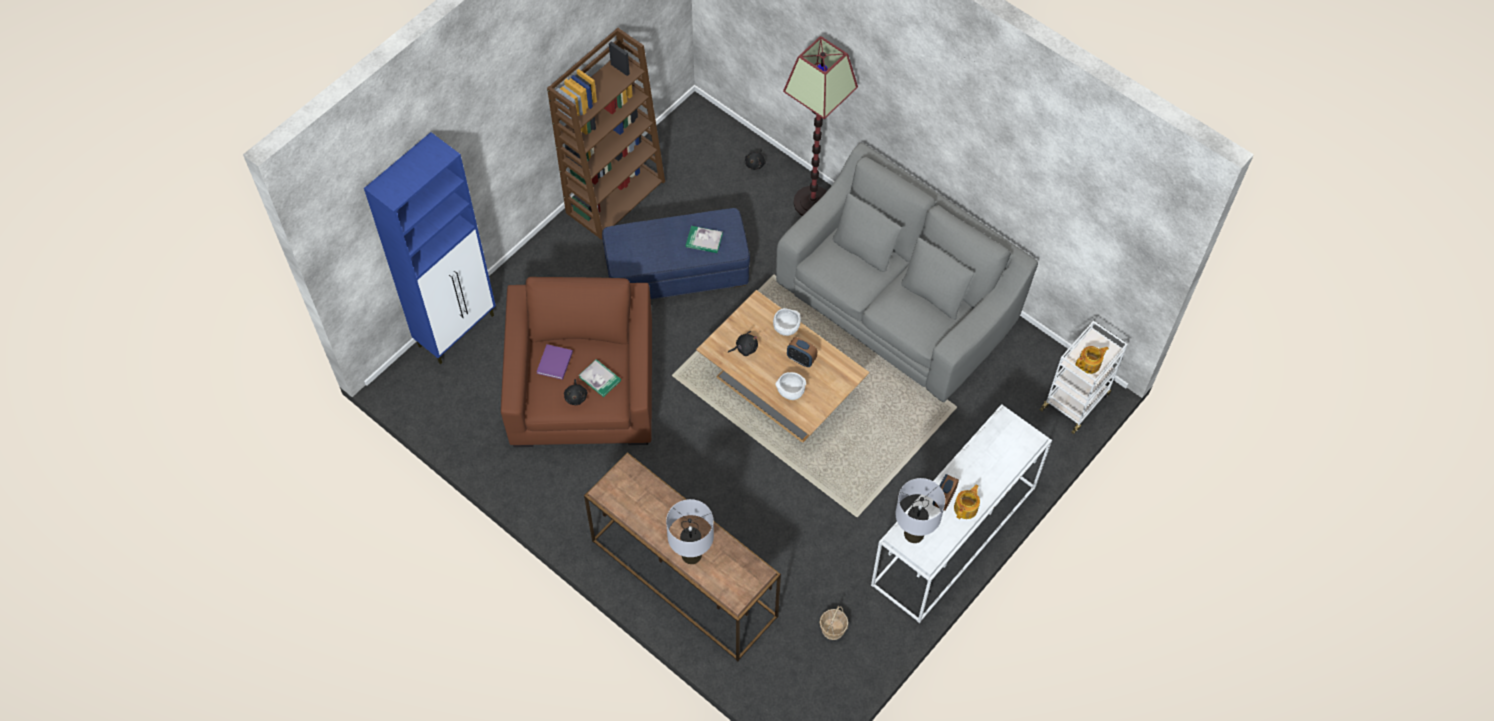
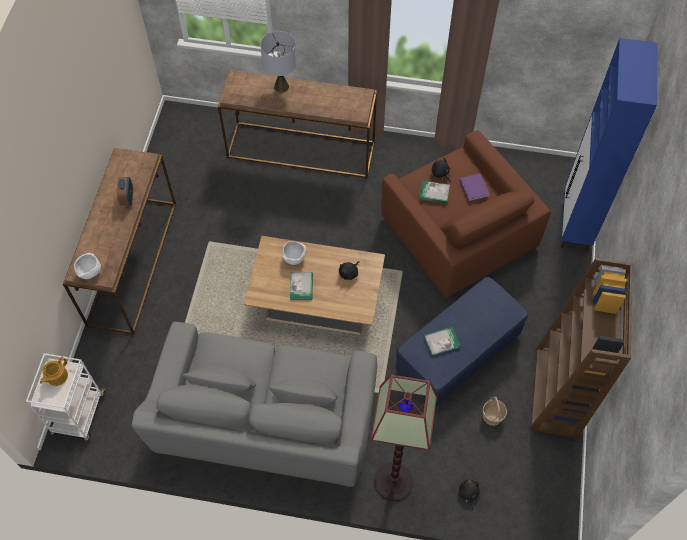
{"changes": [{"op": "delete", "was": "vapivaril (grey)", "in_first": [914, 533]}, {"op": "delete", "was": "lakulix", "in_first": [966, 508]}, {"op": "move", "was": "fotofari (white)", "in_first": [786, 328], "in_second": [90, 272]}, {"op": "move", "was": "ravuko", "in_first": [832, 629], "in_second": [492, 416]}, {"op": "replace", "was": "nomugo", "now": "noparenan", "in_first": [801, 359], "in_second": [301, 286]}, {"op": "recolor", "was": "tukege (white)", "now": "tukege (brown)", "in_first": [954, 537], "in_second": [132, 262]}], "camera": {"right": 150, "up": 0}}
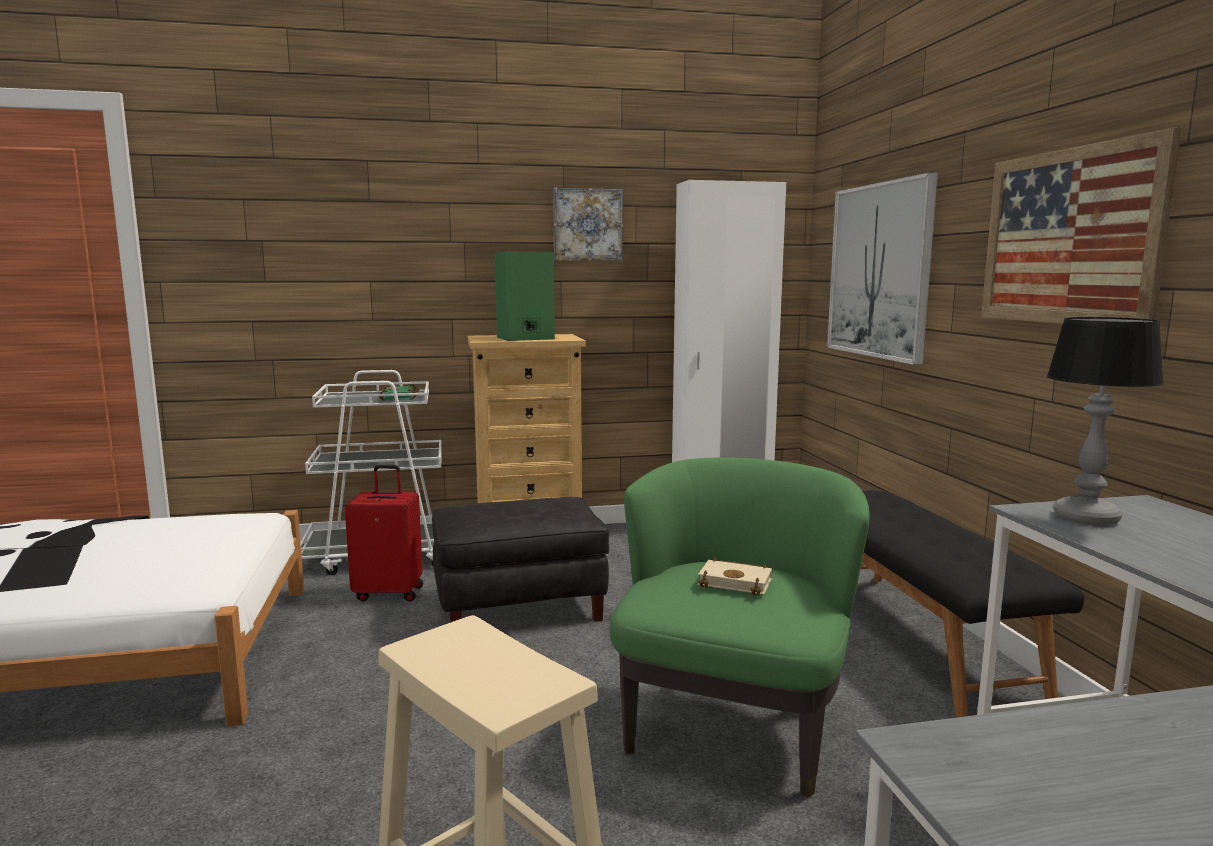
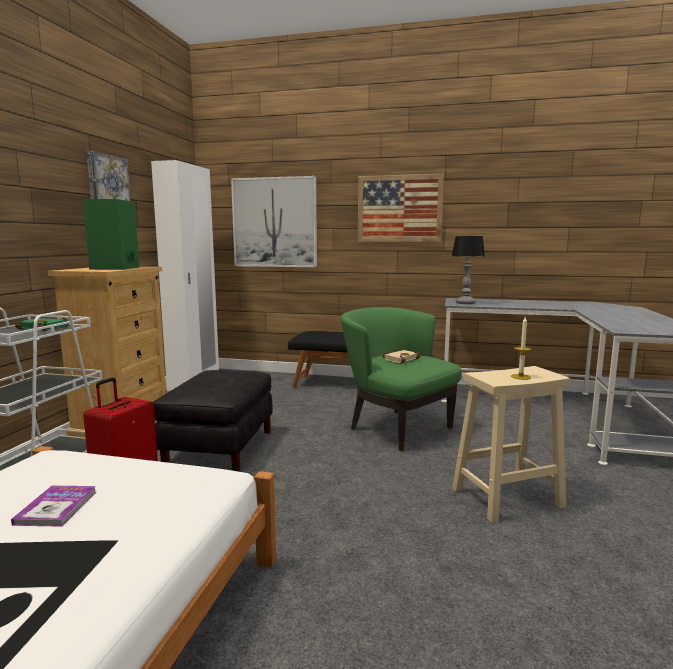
{"changes": [{"op": "insert", "now": "noparenan", "in_second": [56, 507]}, {"op": "insert", "now": "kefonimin", "in_second": [520, 377]}], "camera": {"right": -65, "up": 0}}
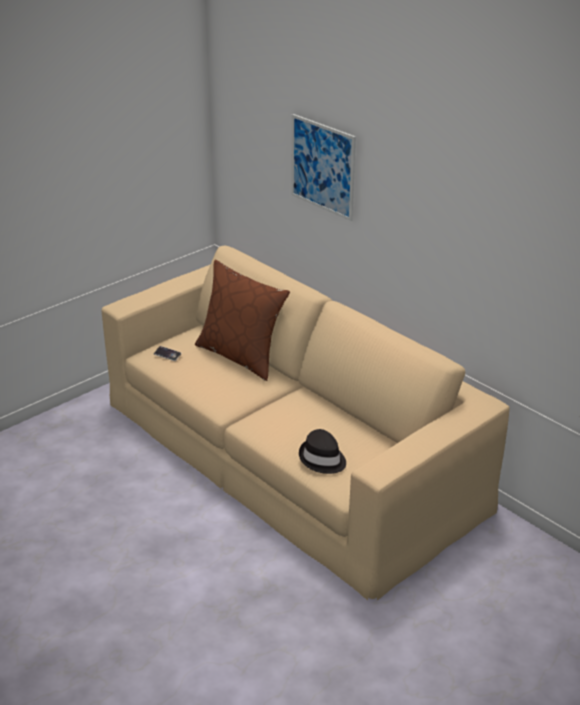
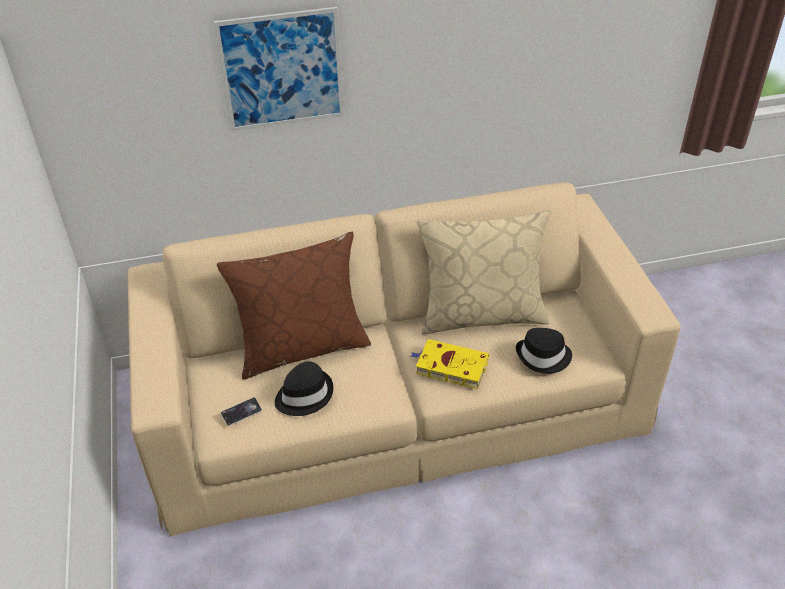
{"changes": [{"op": "insert", "now": "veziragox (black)", "in_second": [304, 395]}, {"op": "insert", "now": "noparenan (yellow)", "in_second": [450, 366]}, {"op": "insert", "now": "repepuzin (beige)", "in_second": [481, 314]}], "camera": {"right": -60, "up": 10}}
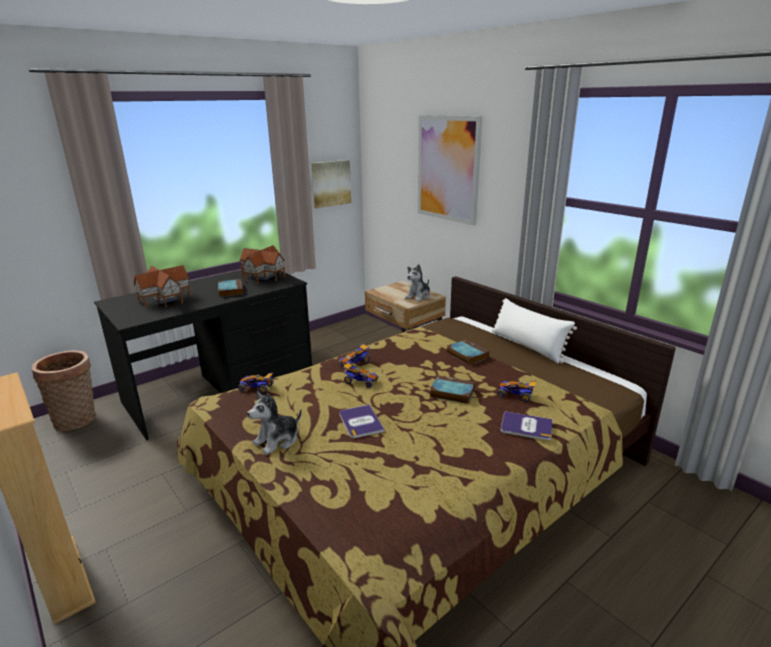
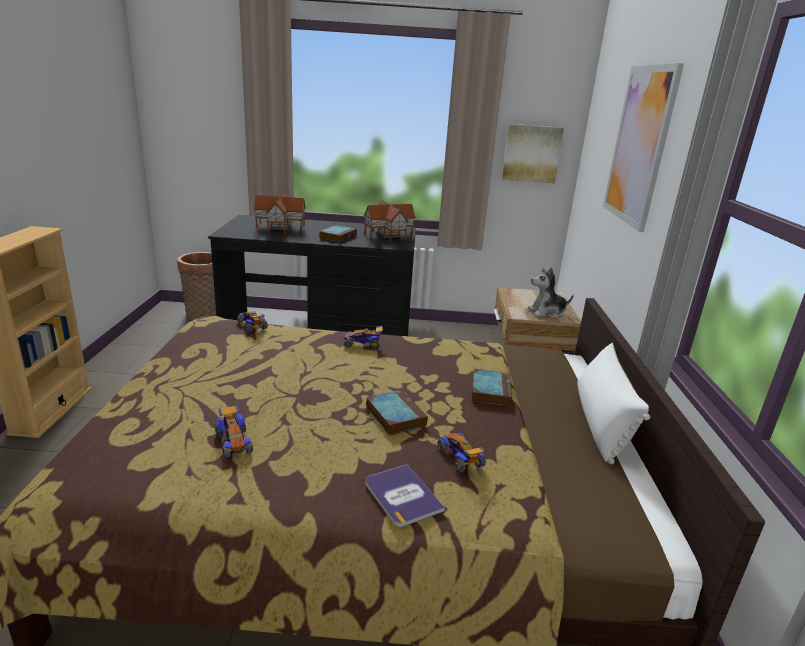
{"changes": [{"op": "delete", "was": "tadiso", "in_first": [277, 440]}, {"op": "delete", "was": "noparenan", "in_first": [360, 422]}, {"op": "move", "was": "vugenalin", "in_first": [360, 381], "in_second": [233, 442]}], "camera": {"right": 40, "up": 0}}
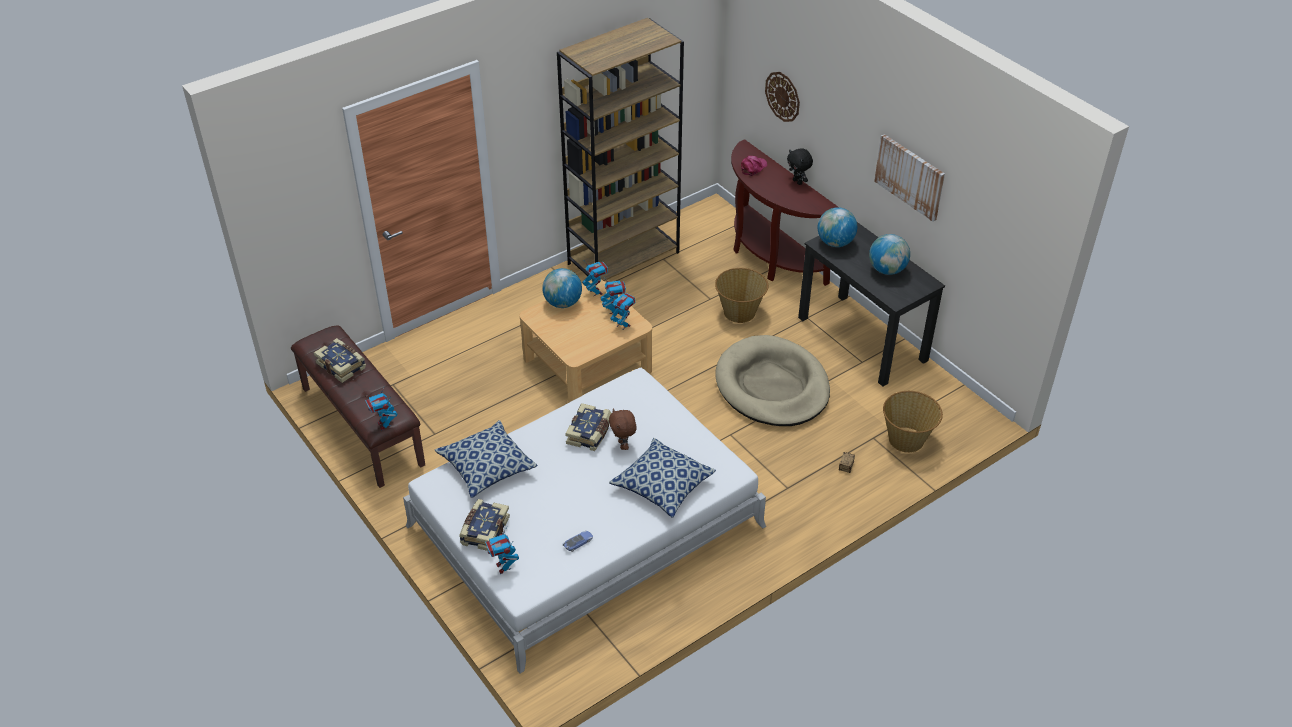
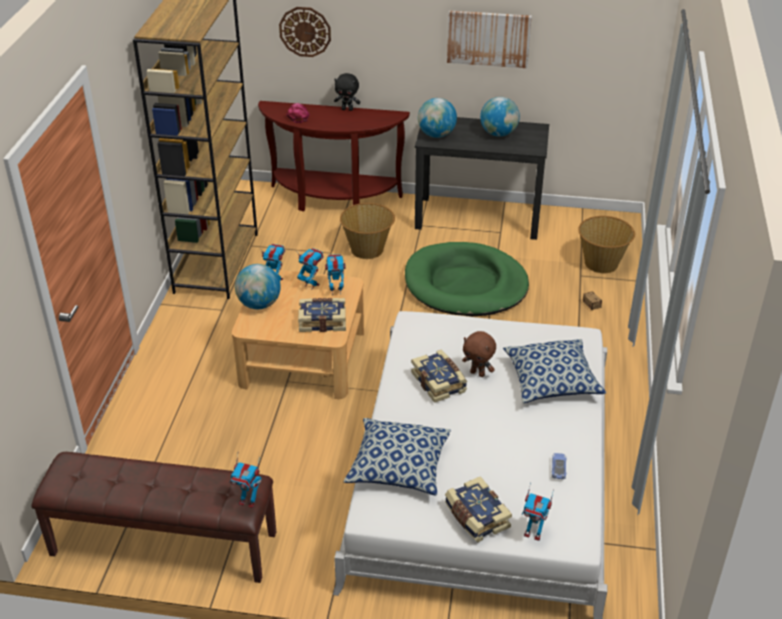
{"changes": [{"op": "move", "was": "noparenan", "in_first": [342, 365], "in_second": [322, 321]}, {"op": "recolor", "was": "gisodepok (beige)", "now": "gisodepok (green)", "in_first": [772, 386], "in_second": [465, 284]}], "camera": {"right": -45, "up": -5}}
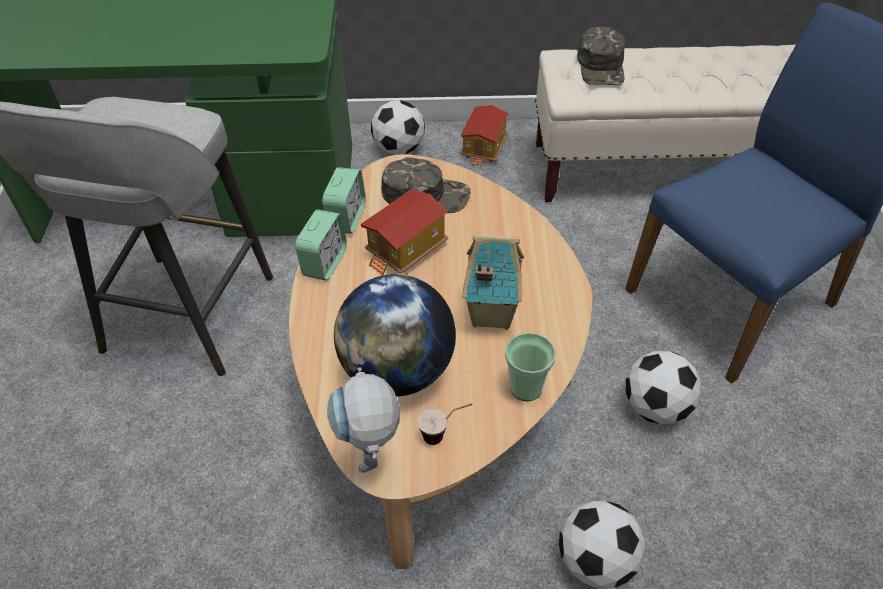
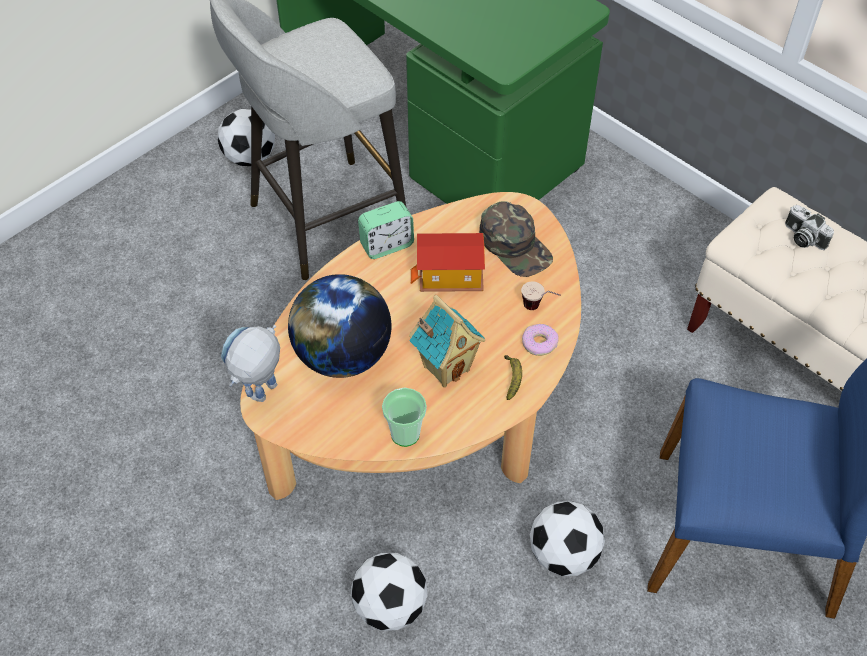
{"changes": [{"op": "delete", "was": "nomugo", "in_first": [347, 218]}, {"op": "delete", "was": "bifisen", "in_first": [484, 148]}, {"op": "insert", "now": "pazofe", "in_second": [512, 379]}, {"op": "insert", "now": "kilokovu", "in_second": [539, 343]}, {"op": "move", "was": "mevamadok", "in_first": [399, 149], "in_second": [250, 157]}, {"op": "move", "was": "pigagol", "in_first": [445, 435], "in_second": [539, 309]}, {"op": "replace", "was": "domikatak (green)", "now": "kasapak", "in_first": [601, 66], "in_second": [802, 237]}], "camera": {"right": 45, "up": 5}}
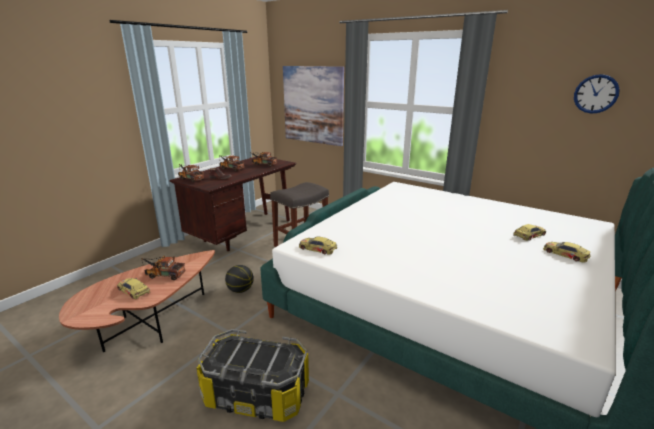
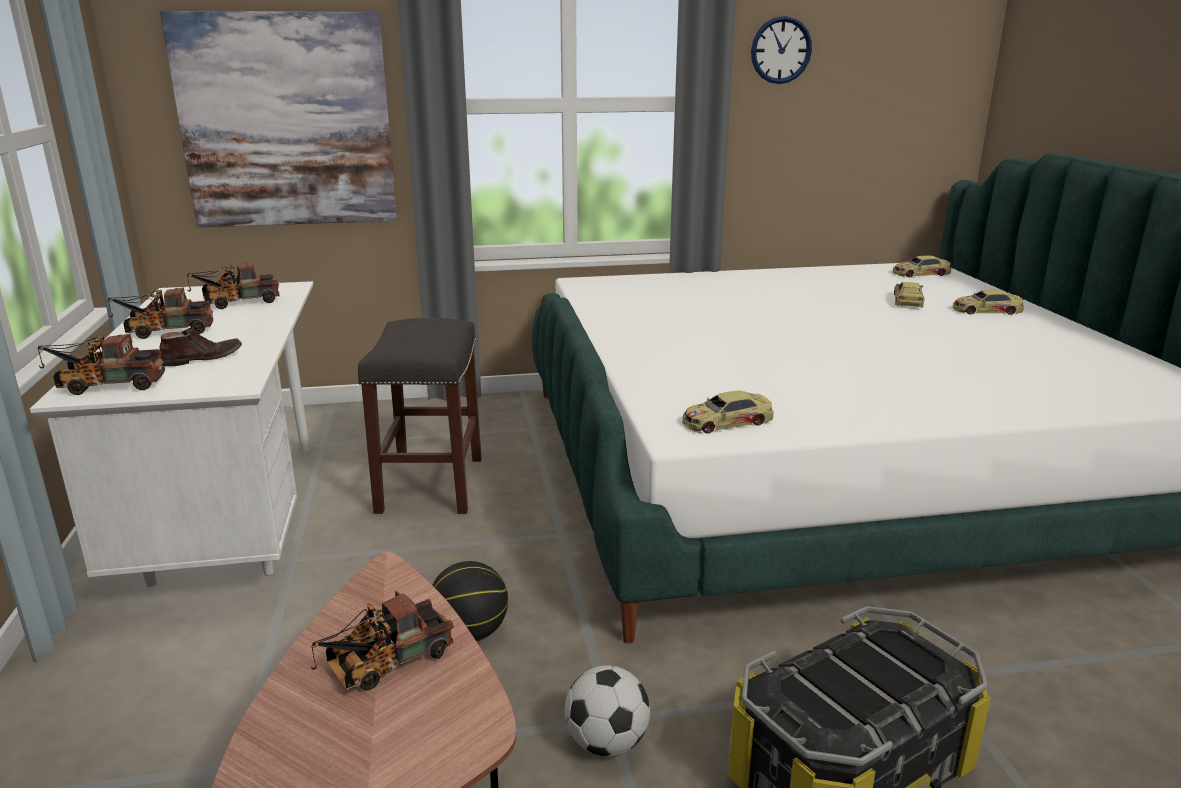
{"changes": [{"op": "insert", "now": "mevamadok", "in_second": [606, 743]}, {"op": "move", "was": "vugenalin", "in_first": [133, 291], "in_second": [920, 274]}, {"op": "move", "was": "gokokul", "in_first": [596, 94], "in_second": [781, 50]}, {"op": "recolor", "was": "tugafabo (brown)", "now": "tugafabo (white)", "in_first": [243, 233], "in_second": [233, 519]}], "camera": {"right": -45, "up": 0}}
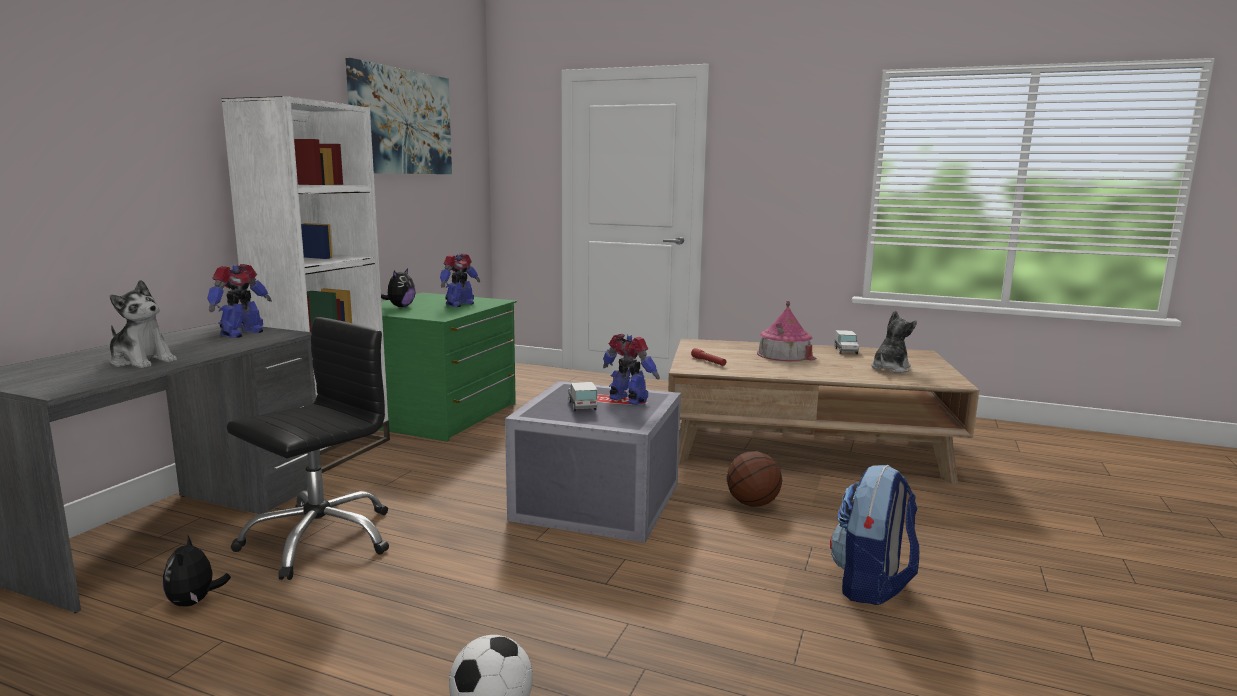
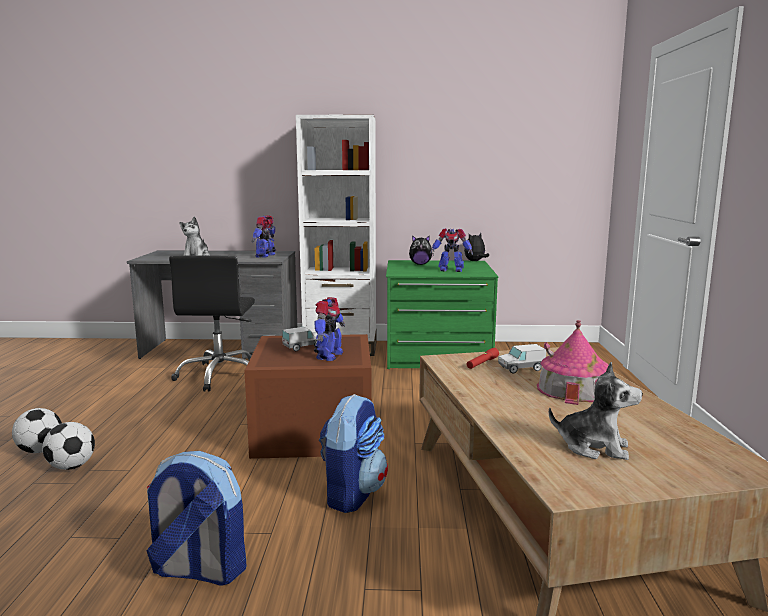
{"changes": [{"op": "delete", "was": "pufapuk", "in_first": [401, 122]}, {"op": "insert", "now": "mevamadok", "in_second": [71, 466]}, {"op": "move", "was": "tadiso", "in_first": [195, 602], "in_second": [475, 261]}, {"op": "move", "was": "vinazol", "in_first": [845, 351], "in_second": [521, 368]}, {"op": "replace", "was": "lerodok", "now": "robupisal", "in_first": [752, 503], "in_second": [352, 494]}, {"op": "recolor", "was": "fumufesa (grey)", "now": "fumufesa (brown)", "in_first": [594, 502], "in_second": [312, 430]}, {"op": "rotate", "was": "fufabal", "in_first": [241, 334], "in_second": [266, 256], "clockwise": 105}, {"op": "rotate", "was": "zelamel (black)", "in_first": [319, 539], "in_second": [220, 376], "clockwise": 75}], "camera": {"right": 70, "up": 0}}
